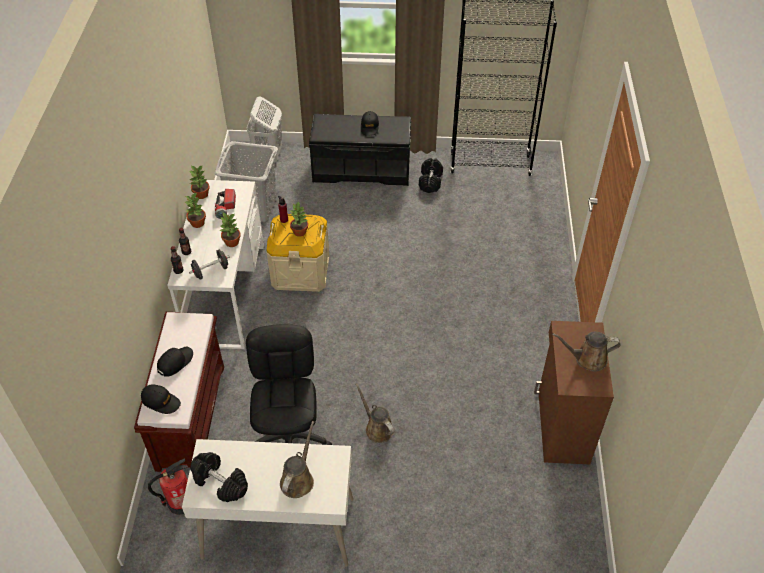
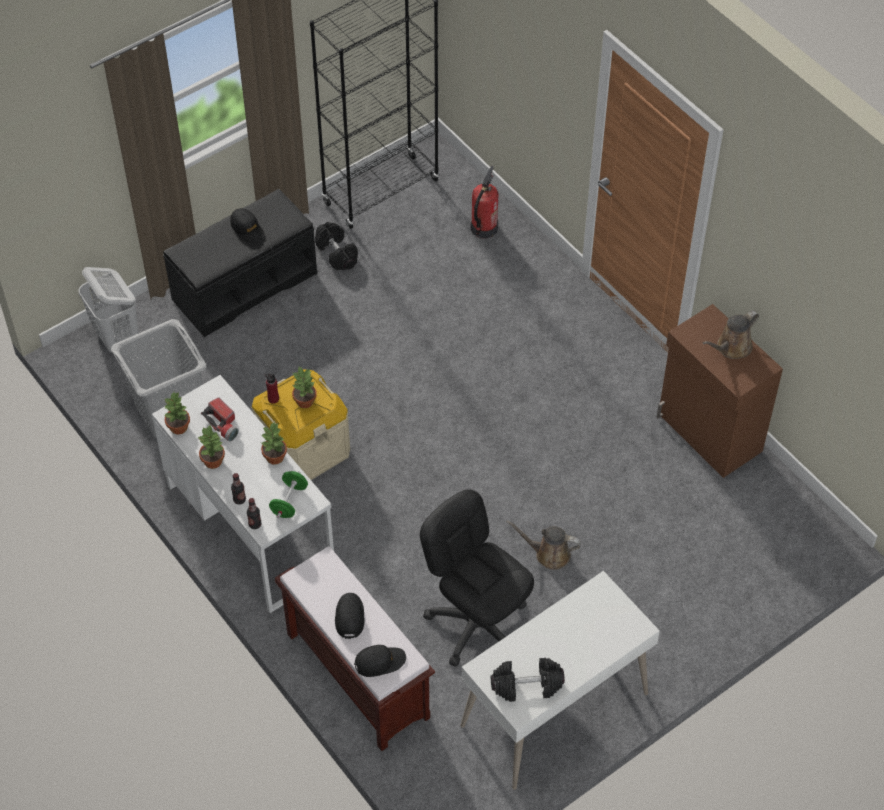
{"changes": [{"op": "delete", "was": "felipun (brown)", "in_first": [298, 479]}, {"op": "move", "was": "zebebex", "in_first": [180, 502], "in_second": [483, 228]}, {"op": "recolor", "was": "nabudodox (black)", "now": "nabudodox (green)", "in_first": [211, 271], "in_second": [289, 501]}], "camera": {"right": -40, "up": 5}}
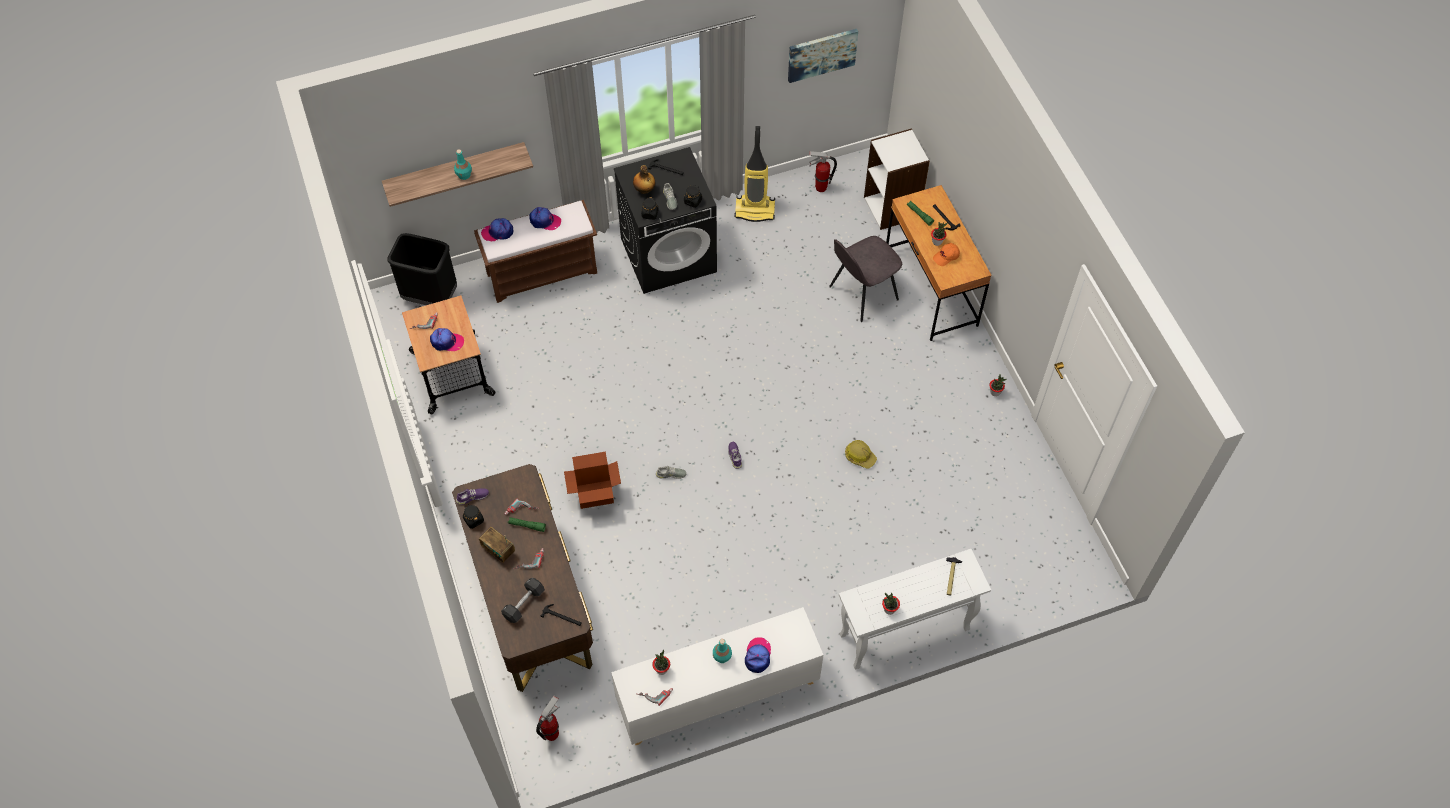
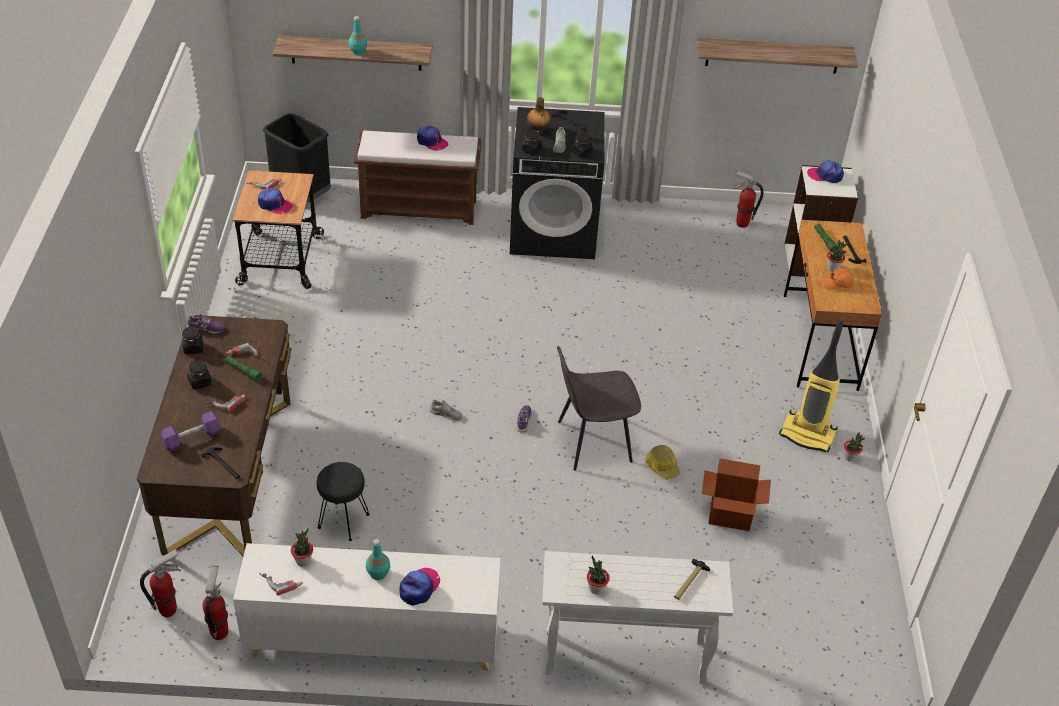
{"changes": [{"op": "insert", "now": "zebebex", "in_second": [220, 632]}, {"op": "insert", "now": "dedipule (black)", "in_second": [344, 521]}, {"op": "move", "was": "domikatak", "in_first": [498, 232], "in_second": [825, 175]}, {"op": "move", "was": "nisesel", "in_first": [595, 494], "in_second": [729, 515]}, {"op": "move", "was": "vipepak", "in_first": [755, 210], "in_second": [808, 434]}, {"op": "move", "was": "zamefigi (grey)", "in_first": [862, 294], "in_second": [592, 442]}, {"op": "replace", "was": "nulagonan", "now": "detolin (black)", "in_first": [498, 550], "in_second": [200, 382]}, {"op": "replace", "was": "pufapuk", "now": "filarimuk", "in_first": [822, 54], "in_second": [772, 55]}, {"op": "recolor", "was": "nabudodox (black)", "now": "nabudodox (purple)", "in_first": [524, 603], "in_second": [192, 438]}], "camera": {"right": 20, "up": -15}}
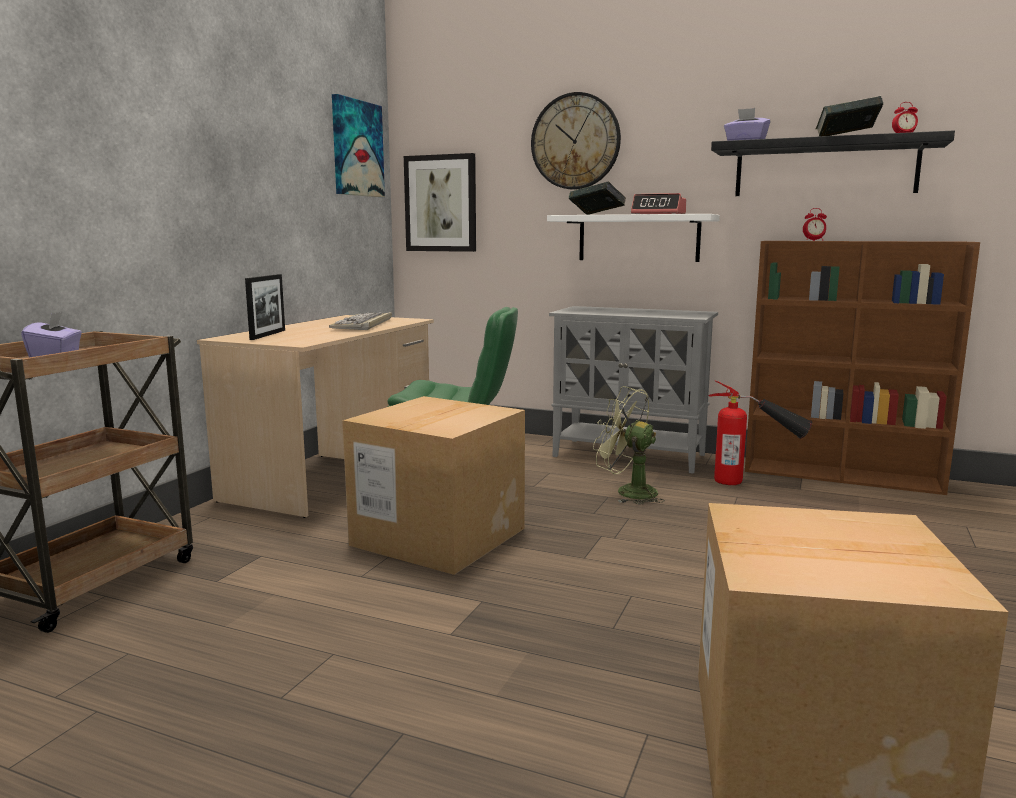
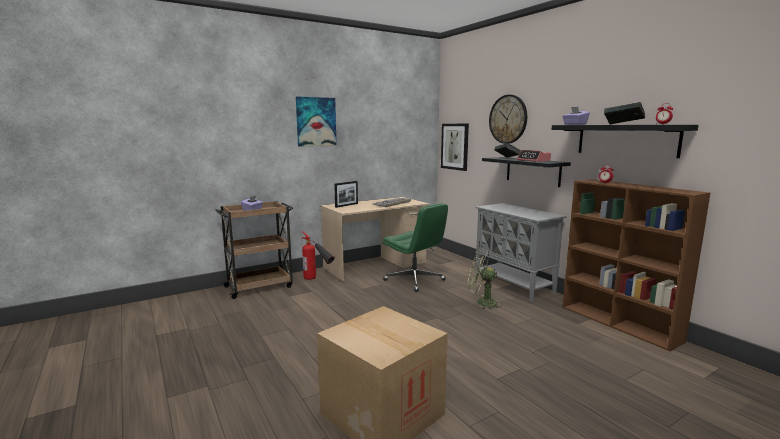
{"changes": [{"op": "delete", "was": "nisesel", "in_first": [438, 536]}, {"op": "move", "was": "pufapuk", "in_first": [356, 148], "in_second": [316, 121]}, {"op": "move", "was": "zebebex", "in_first": [754, 481], "in_second": [317, 280]}, {"op": "recolor", "was": "filarimuk (white)", "now": "filarimuk (black)", "in_first": [638, 238], "in_second": [533, 171]}, {"op": "rotate", "was": "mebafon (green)", "in_first": [627, 492], "in_second": [481, 302], "clockwise": -45}], "camera": {"right": 35, "up": 0}}
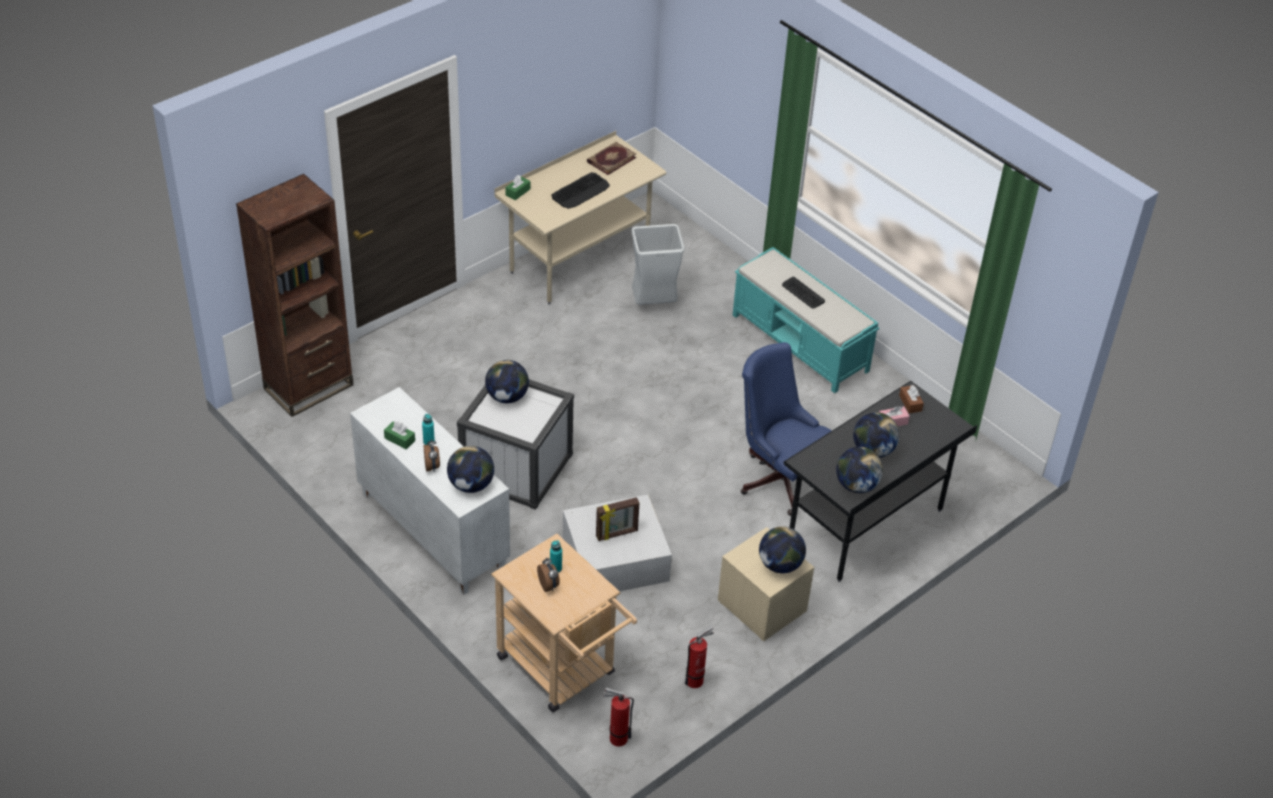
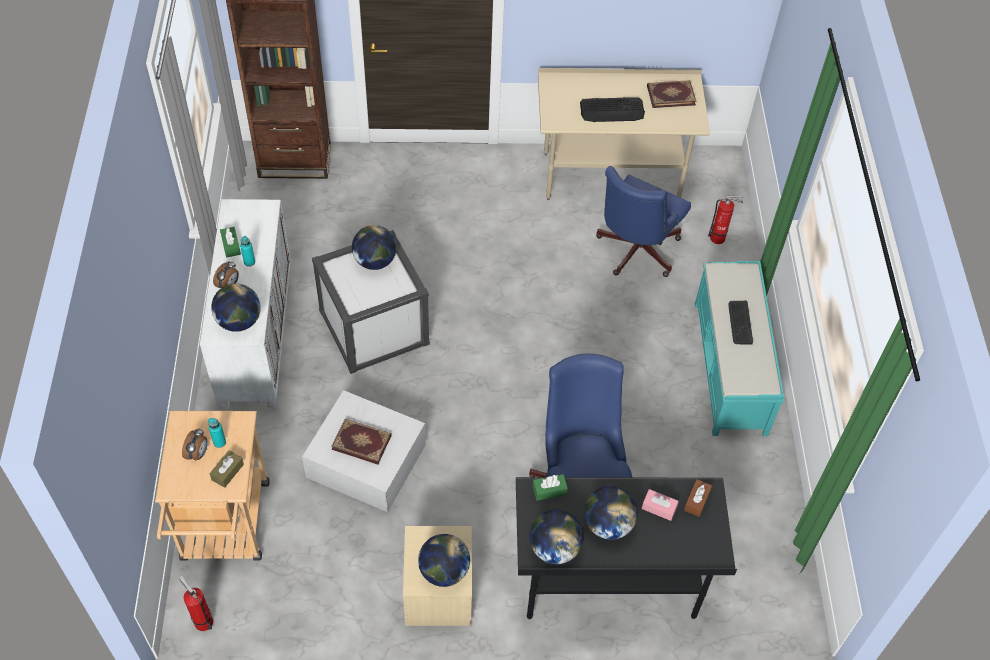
{"changes": [{"op": "insert", "now": "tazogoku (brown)", "in_second": [227, 472]}, {"op": "move", "was": "tazogoku (green)", "in_first": [518, 192], "in_second": [549, 490]}, {"op": "move", "was": "zebebex", "in_first": [696, 680], "in_second": [719, 238]}, {"op": "replace", "was": "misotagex", "now": "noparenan", "in_first": [617, 534], "in_second": [362, 441]}, {"op": "replace", "was": "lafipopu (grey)", "now": "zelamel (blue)", "in_first": [653, 305], "in_second": [634, 252]}], "camera": {"right": 40, "up": 10}}
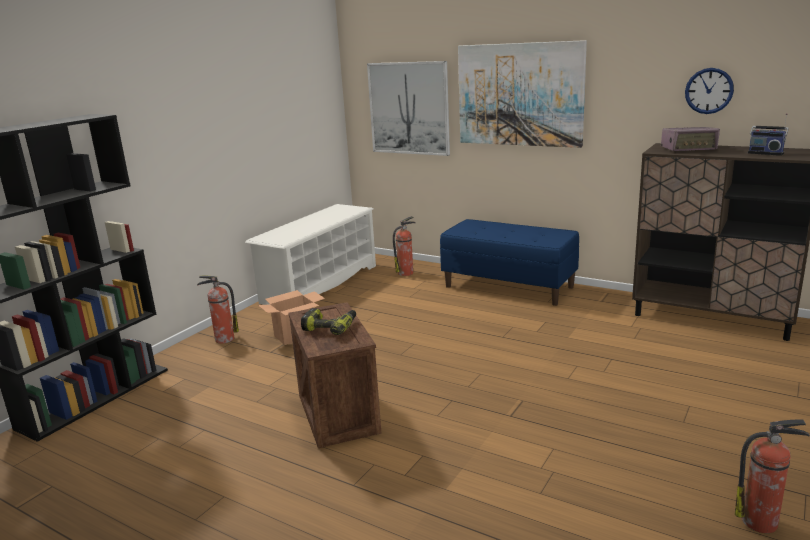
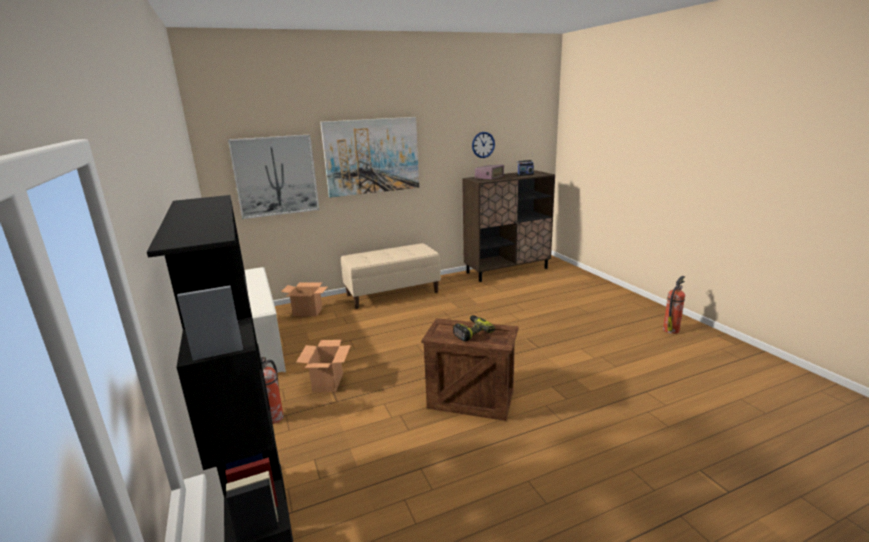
{"changes": [{"op": "replace", "was": "zebebex", "now": "nisesel", "in_first": [406, 273], "in_second": [308, 312]}, {"op": "recolor", "was": "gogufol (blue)", "now": "gogufol (beige)", "in_first": [509, 287], "in_second": [392, 293]}], "camera": {"right": -55, "up": 0}}
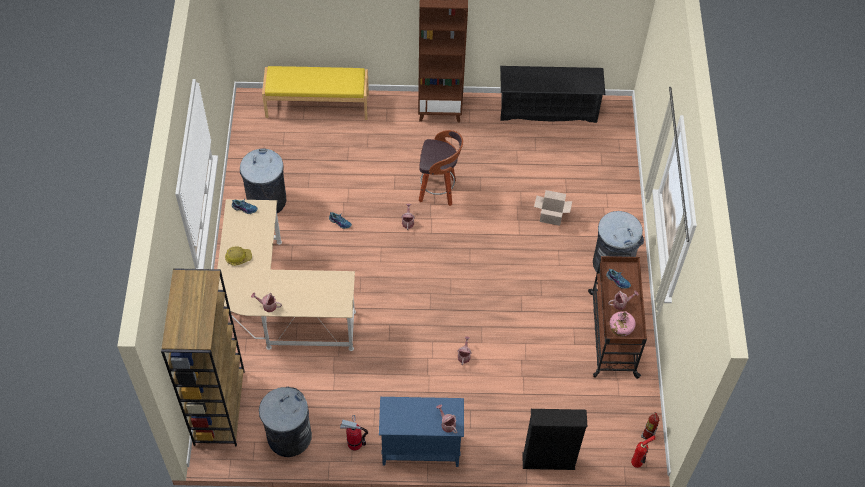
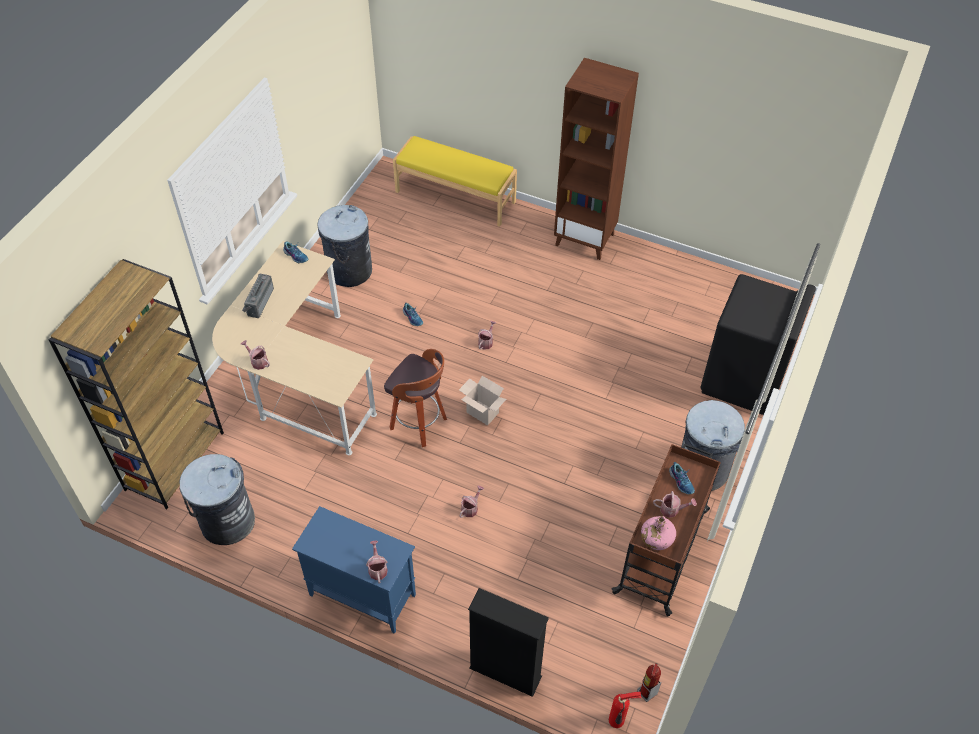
{"changes": [{"op": "delete", "was": "zebebex", "in_first": [355, 443]}, {"op": "delete", "was": "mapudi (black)", "in_first": [548, 109]}, {"op": "insert", "now": "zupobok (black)", "in_second": [743, 380]}, {"op": "move", "was": "dedipule", "in_first": [438, 191], "in_second": [420, 424]}, {"op": "move", "was": "nisesel", "in_first": [550, 218], "in_second": [481, 413]}, {"op": "replace", "was": "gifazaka", "now": "nulagonan", "in_first": [238, 257], "in_second": [258, 302]}], "camera": {"right": 25, "up": -5}}
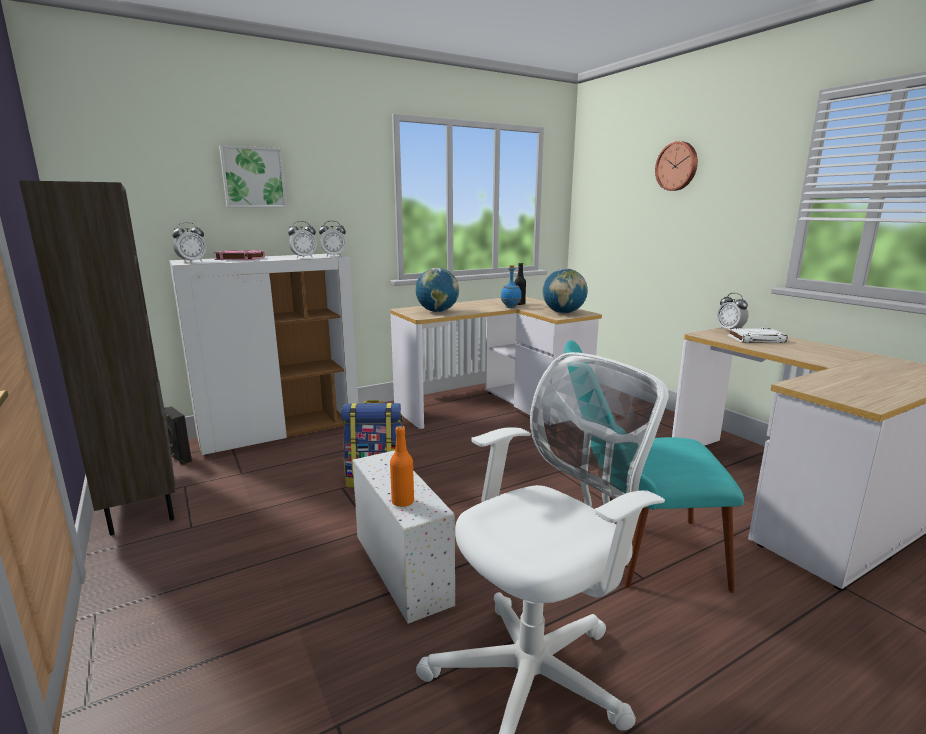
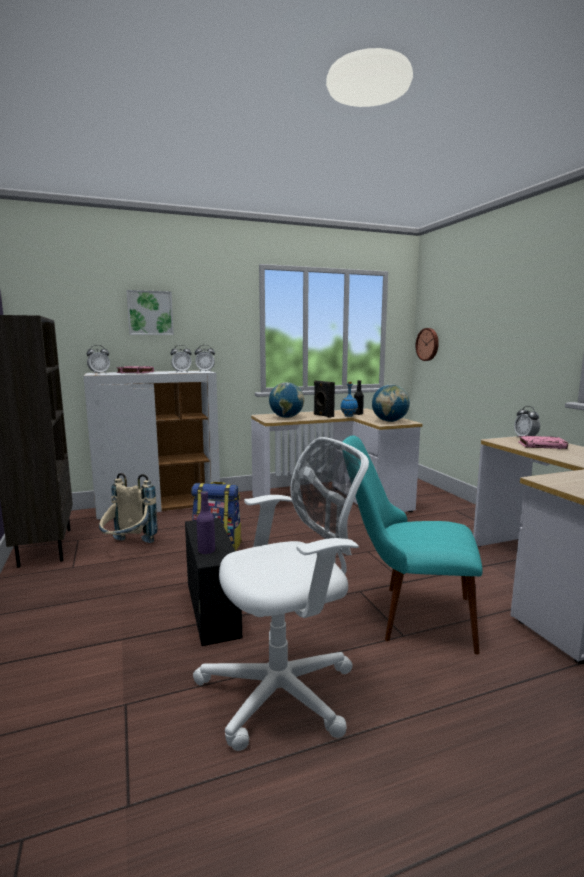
{"changes": [{"op": "insert", "now": "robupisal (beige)", "in_second": [128, 547]}, {"op": "move", "was": "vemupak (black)", "in_first": [179, 458], "in_second": [323, 415]}, {"op": "move", "was": "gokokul", "in_first": [677, 166], "in_second": [428, 344]}, {"op": "recolor", "was": "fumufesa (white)", "now": "fumufesa (black)", "in_first": [400, 567], "in_second": [212, 607]}, {"op": "recolor", "was": "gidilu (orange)", "now": "gidilu (purple)", "in_first": [403, 502], "in_second": [206, 551]}, {"op": "recolor", "was": "noparenan (white)", "now": "noparenan (pink)", "in_first": [756, 339], "in_second": [542, 445]}], "camera": {"right": 10, "up": -5}}
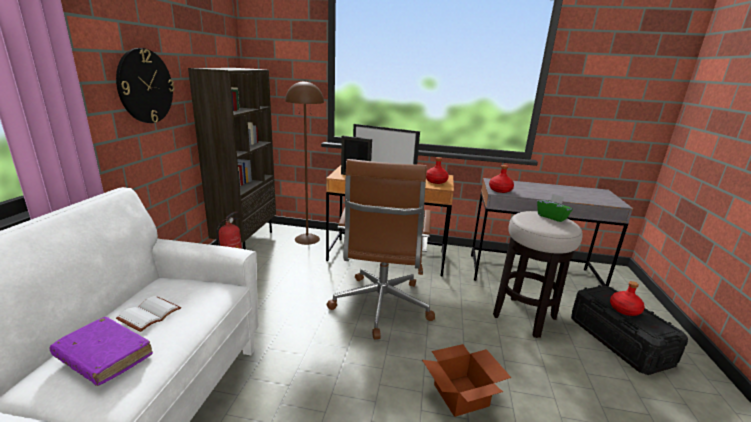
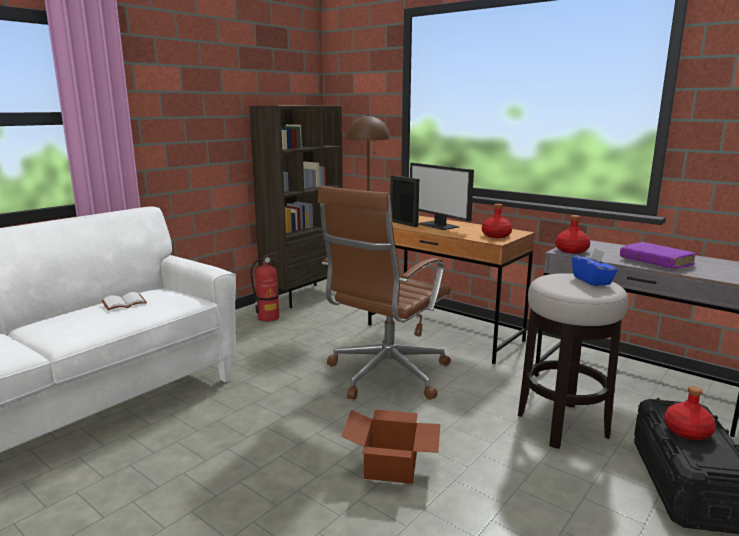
{"changes": [{"op": "delete", "was": "gokokul", "in_first": [145, 86]}, {"op": "move", "was": "noparenan (purple)", "in_first": [104, 357], "in_second": [656, 262]}, {"op": "recolor", "was": "tazogoku (green)", "now": "tazogoku (blue)", "in_first": [552, 217], "in_second": [592, 281]}], "camera": {"right": 30, "up": -5}}
